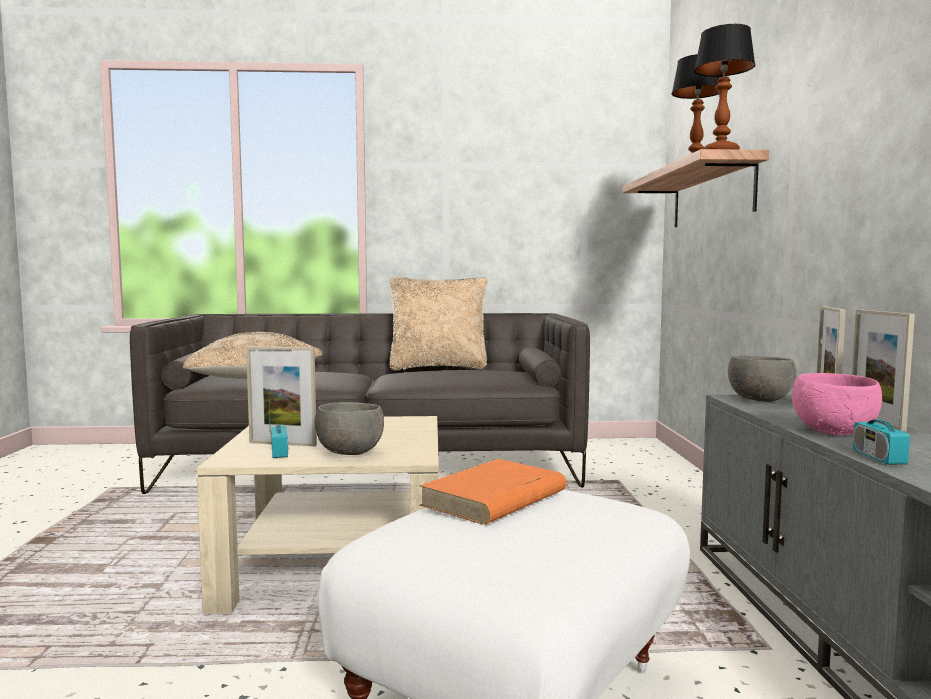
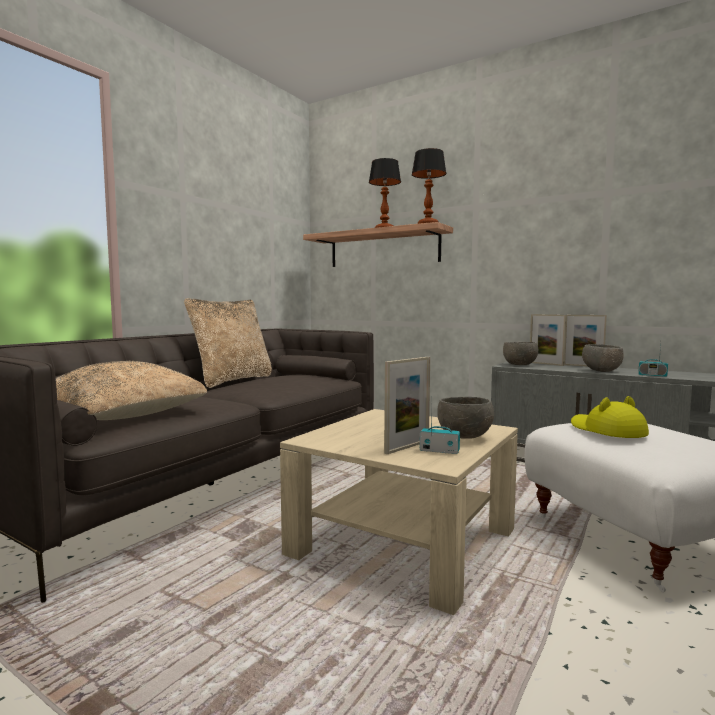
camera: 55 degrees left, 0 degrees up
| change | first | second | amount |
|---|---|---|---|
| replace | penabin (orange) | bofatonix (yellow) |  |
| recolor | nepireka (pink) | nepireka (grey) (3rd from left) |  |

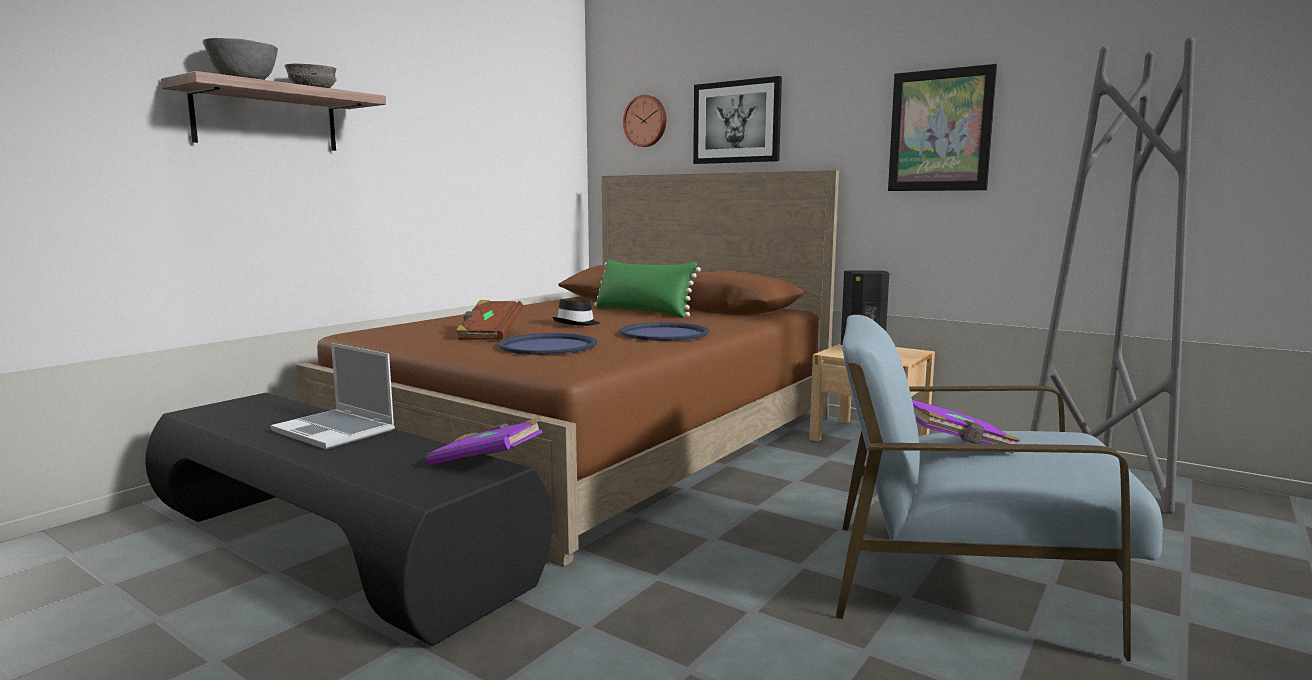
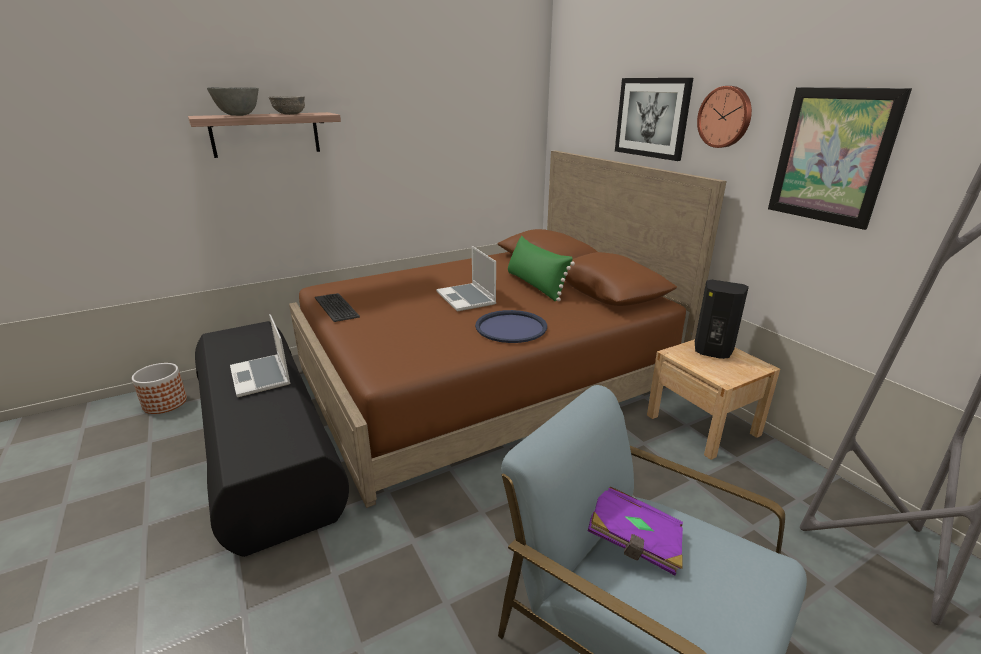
camera: 25 degrees right, 15 degrees up
| change | first | second | amount |
|---|---|---|---|
| insert |  | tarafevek |  |
| insert |  | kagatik |  |
| replace | bofatonix (black) | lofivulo (2nd from left) |  |
| move | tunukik |  |  |
| delete | penabin (purple) (1st from left) |  |  |
| delete | penabin (brown) |  |  |
| delete | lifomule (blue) (1st from left) |  |  |

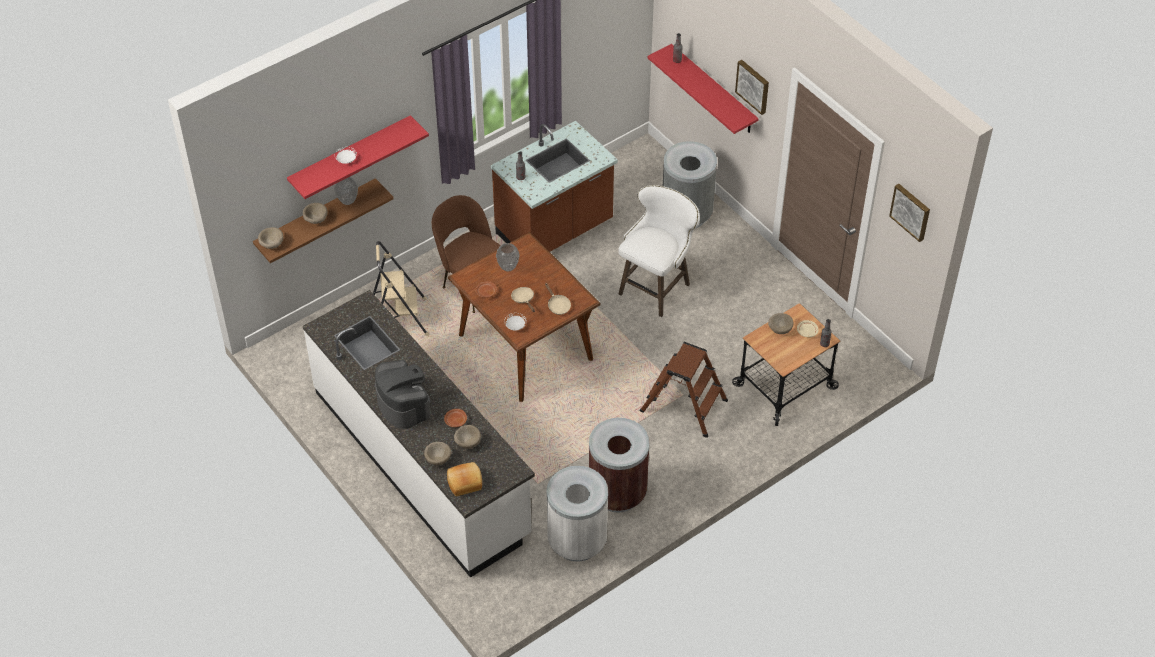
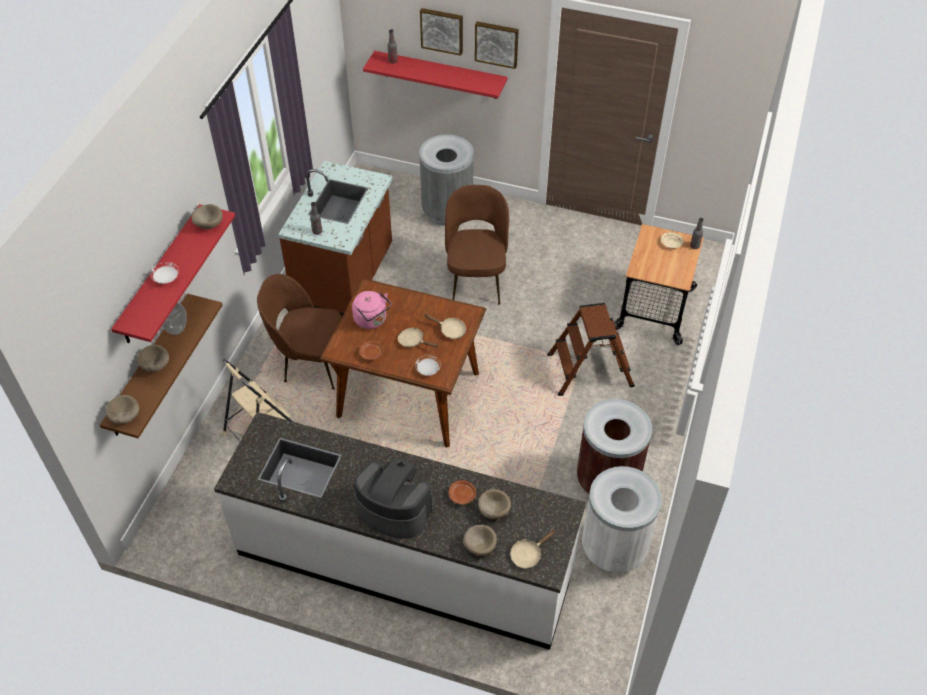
camera: 35 degrees left, 0 degrees up
| change | first | second | amount |
|---|---|---|---|
| move | nepireka (beige) (5th from left in the first image) | nepireka (beige) (3rd from left) |  |
| replace | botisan (2nd from left) | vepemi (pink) |  |
| move | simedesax (2nd from left in the first image) | simedesax (1st from left) |  |
| replace | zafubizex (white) | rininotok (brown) (2nd from left) |  |
| replace | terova | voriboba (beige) (3rd from left) |  |

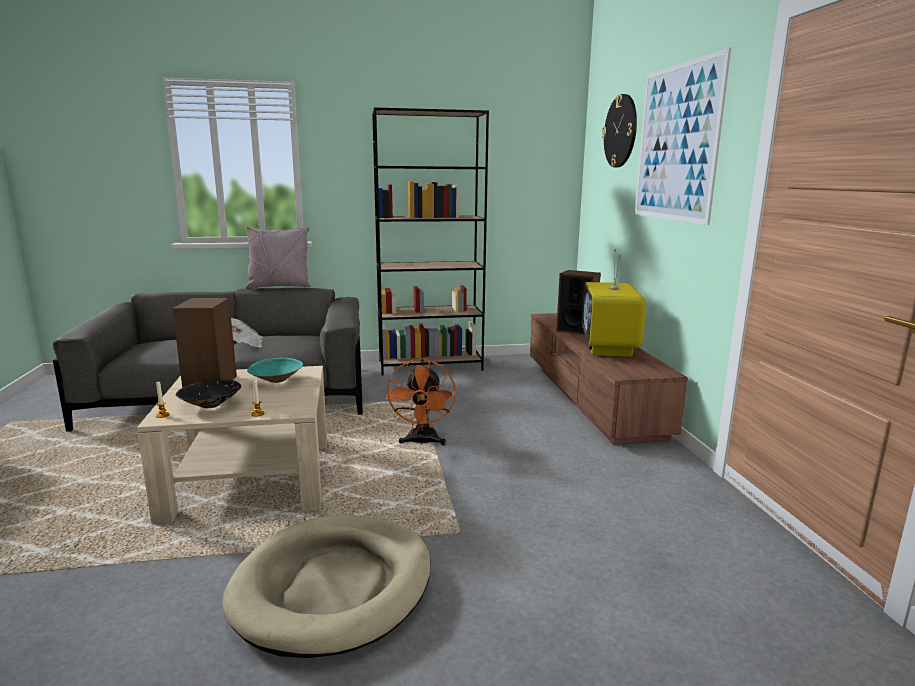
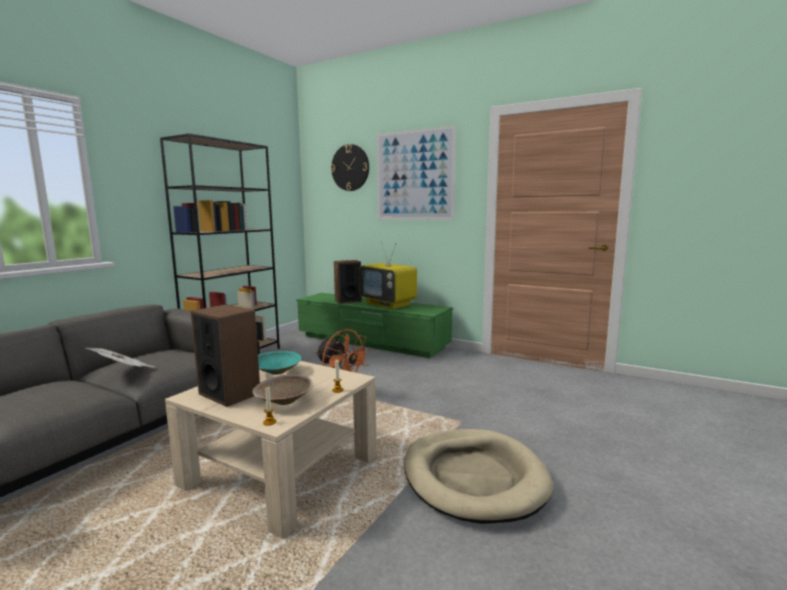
camera: 50 degrees left, 5 degrees down
| change | first | second | amount |
|---|---|---|---|
| recolor | nepireka (black) | nepireka (beige) |  |
| recolor | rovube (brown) | rovube (green) |  |
| delete | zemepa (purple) |  |  |

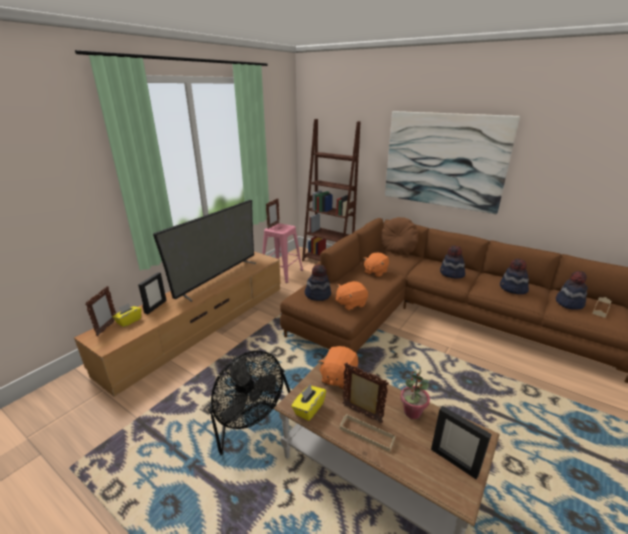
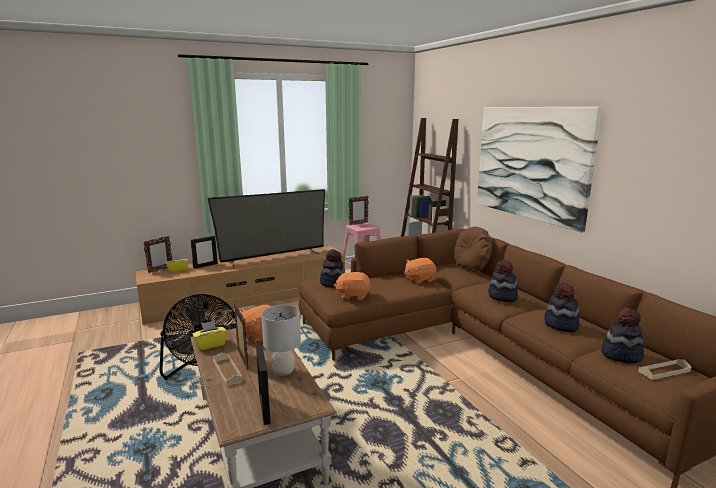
camera: 30 degrees right, 10 degrees down
| change | first | second | amount |
|---|---|---|---|
| replace | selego | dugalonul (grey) |  |

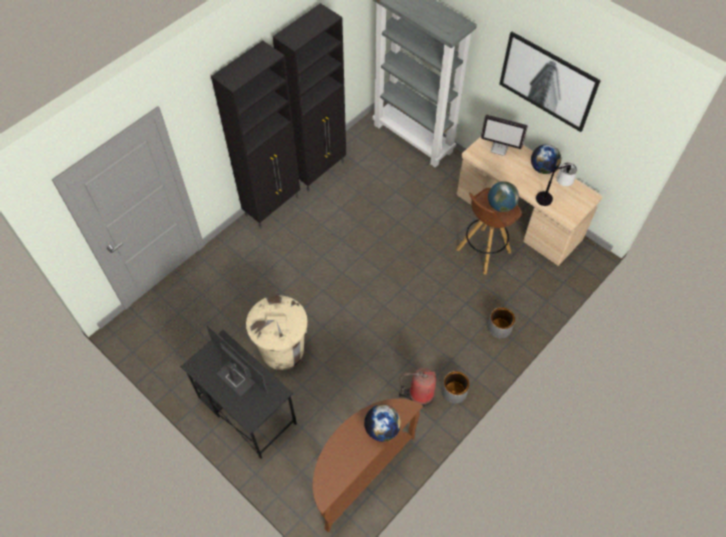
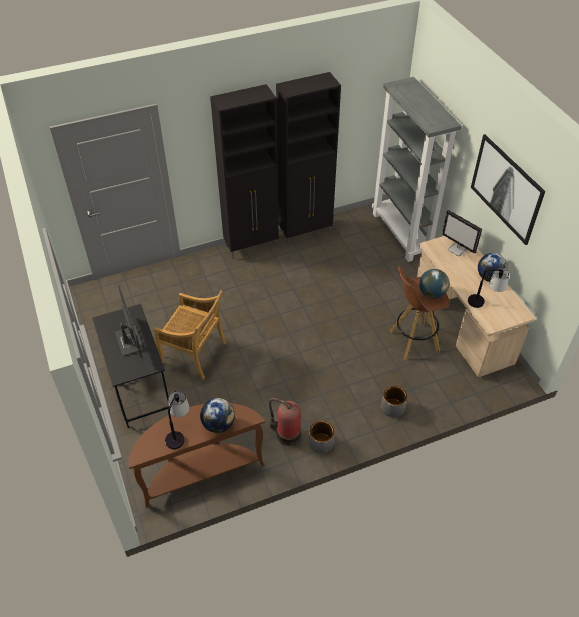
camera: 25 degrees right, 10 degrees down
| change | first | second | amount |
|---|---|---|---|
| replace | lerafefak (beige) | rininotok (beige) |  |
| insert |  | dugalonul (1st from left) |  |

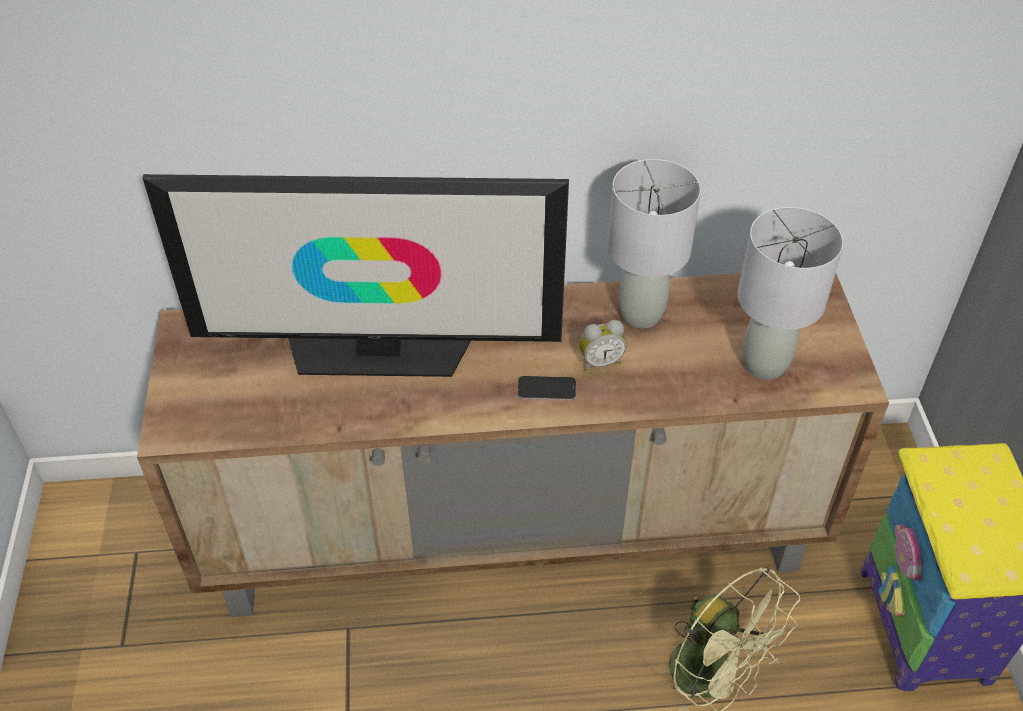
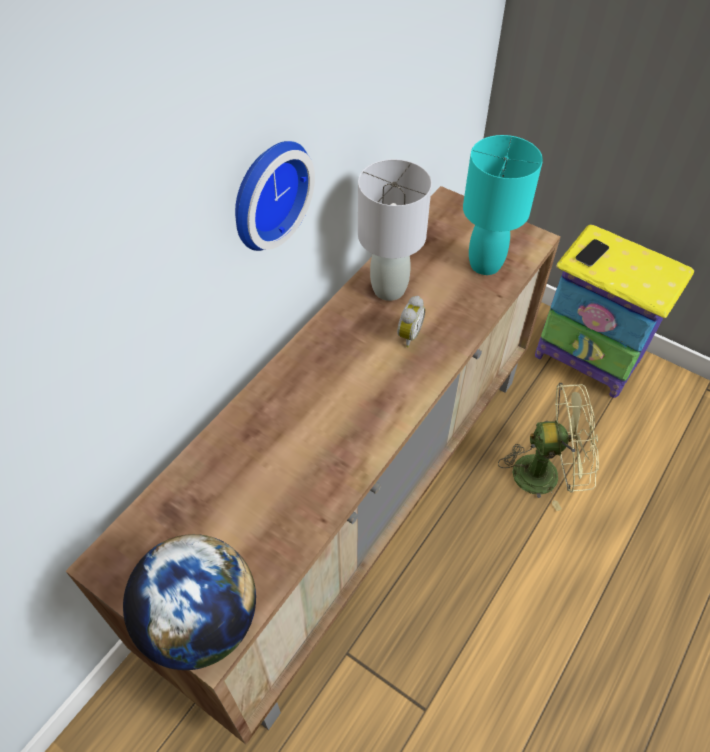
camera: 50 degrees left, 5 degrees up
| change | first | second | amount |
|---|---|---|---|
| insert |  | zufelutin |  |
| insert |  | tunukik |  |
| recolor | dugalonul (grey) (2nd from left) | dugalonul (turquoise) |  |
| move | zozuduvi |  |  |
| delete | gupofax |  |  |

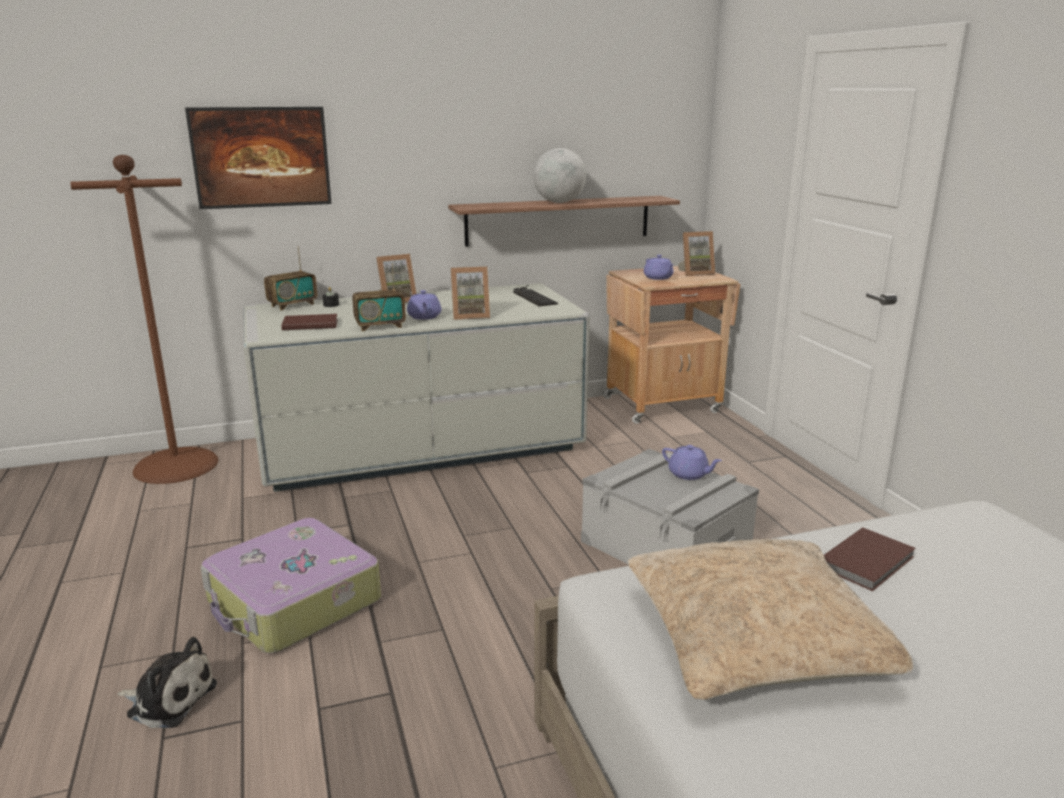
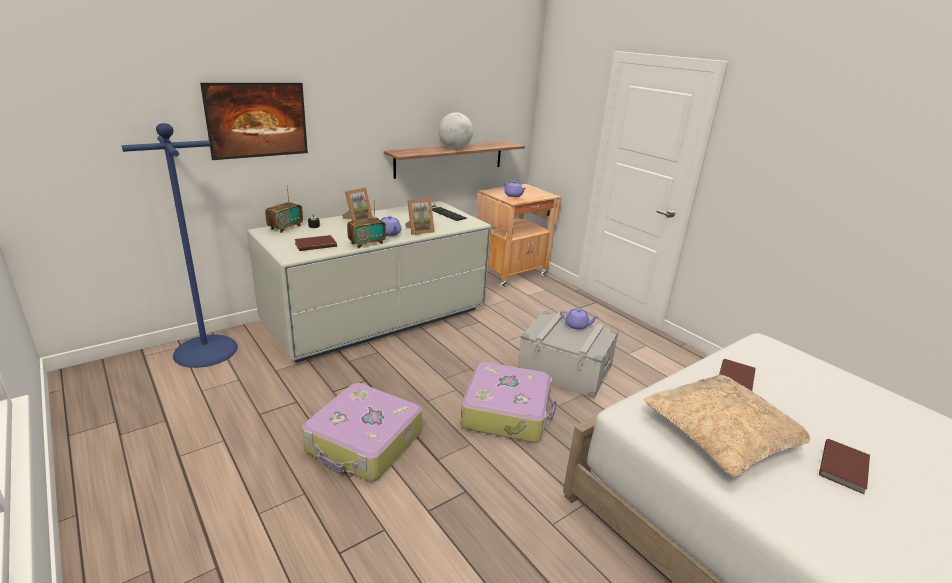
camera: 20 degrees left, 5 degrees up
| change | first | second | amount |
|---|---|---|---|
| recolor | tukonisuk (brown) | tukonisuk (blue) |  |
| insert |  | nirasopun (2nd from left) |  |
| insert |  | penabin (brown) (3rd from left) |  |
| delete | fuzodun |  |  |
| delete | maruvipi (3rd from left) |  |  |

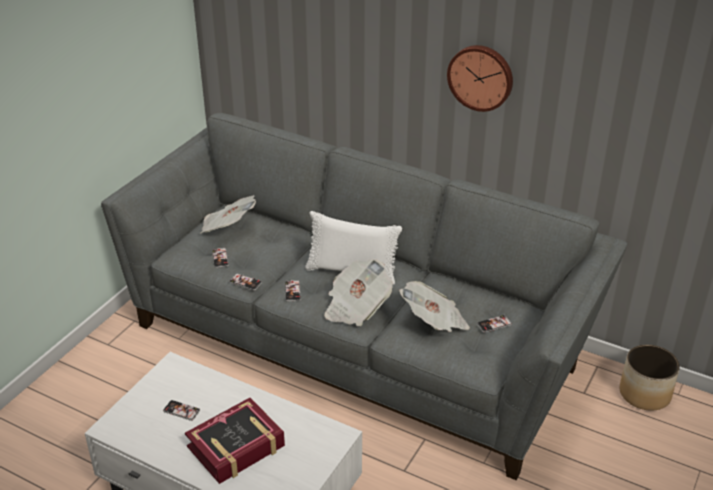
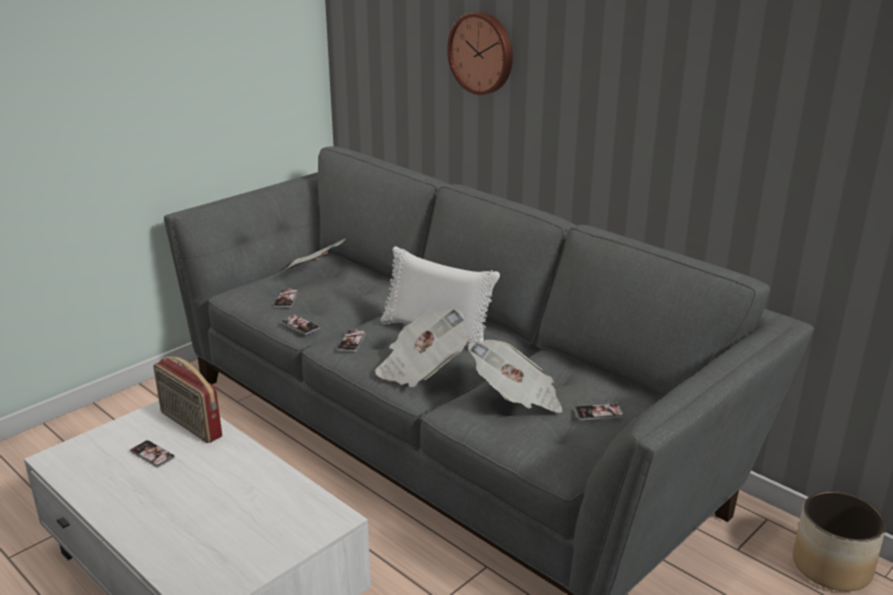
camera: 15 degrees right, 10 degrees down
| change | first | second | amount |
|---|---|---|---|
| insert |  | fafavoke |  |
| move | tunukik |  |  |
| delete | penabin |  |  |

